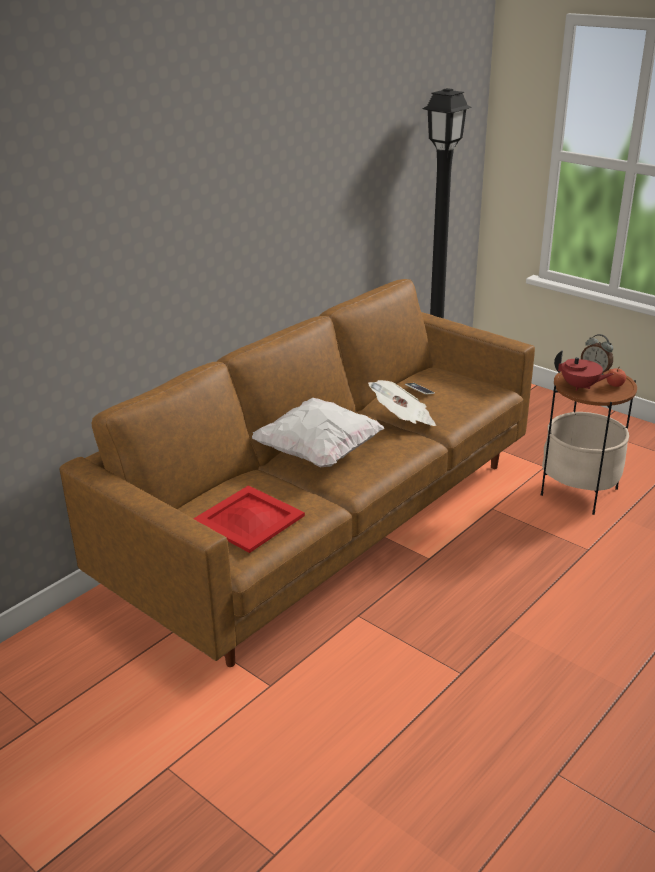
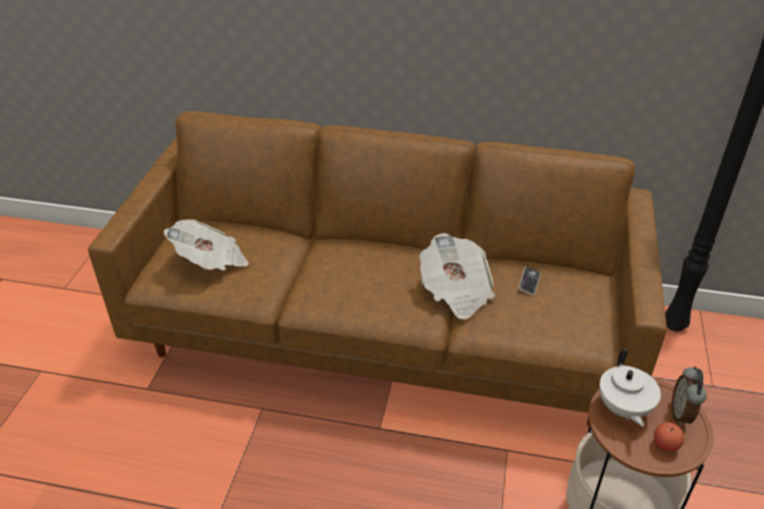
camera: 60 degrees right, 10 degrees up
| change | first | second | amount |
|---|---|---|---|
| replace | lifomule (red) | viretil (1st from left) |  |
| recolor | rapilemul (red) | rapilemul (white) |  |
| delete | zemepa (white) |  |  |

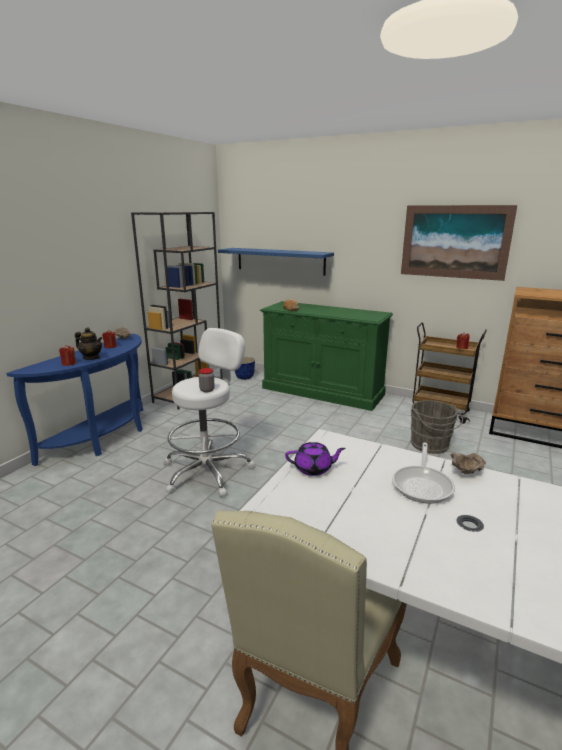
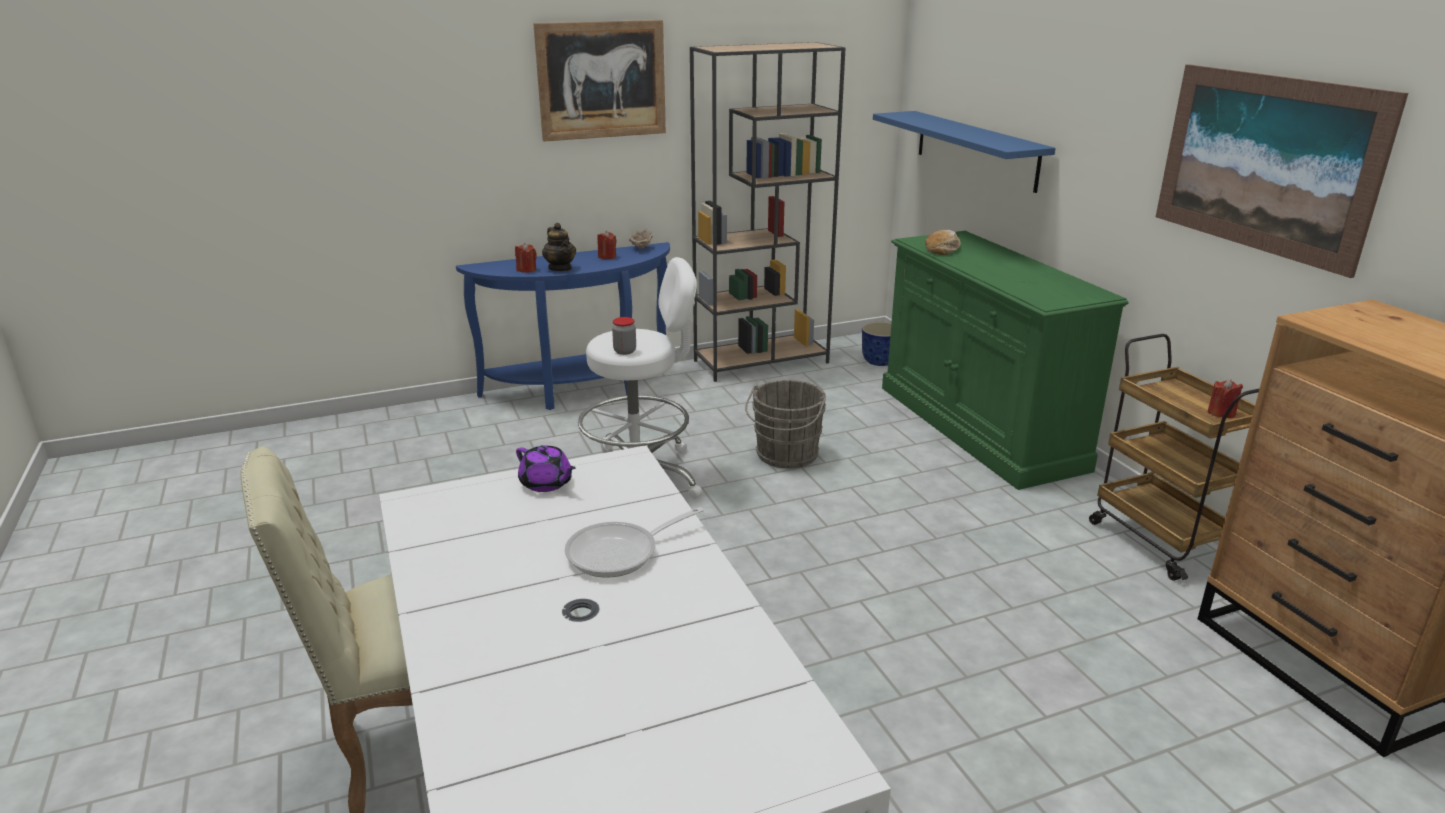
camera: 40 degrees right, 5 degrees up
| change | first | second | amount |
|---|---|---|---|
| insert |  | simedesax (1st from left) |  |
| move | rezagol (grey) |  |  |
| delete | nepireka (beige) (2nd from left) |  |  |

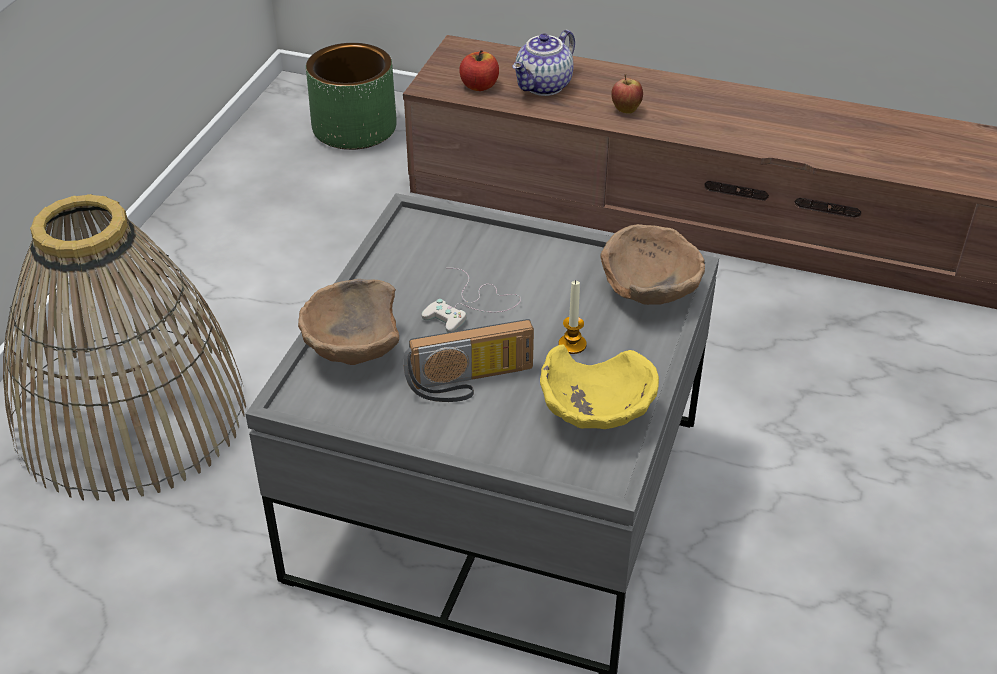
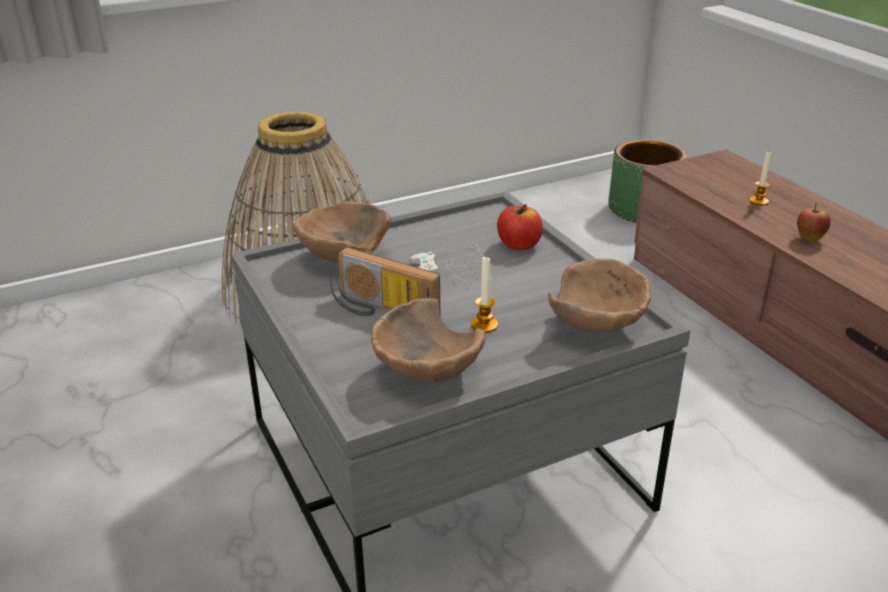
camera: 45 degrees right, 10 degrees down
| change | first | second | amount |
|---|---|---|---|
| recolor | nepireka (yellow) | nepireka (brown) (2nd from left) |  |
| move | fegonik (1st from left) |  |  |
| replace | rapilemul | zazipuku (2nd from left) |  |

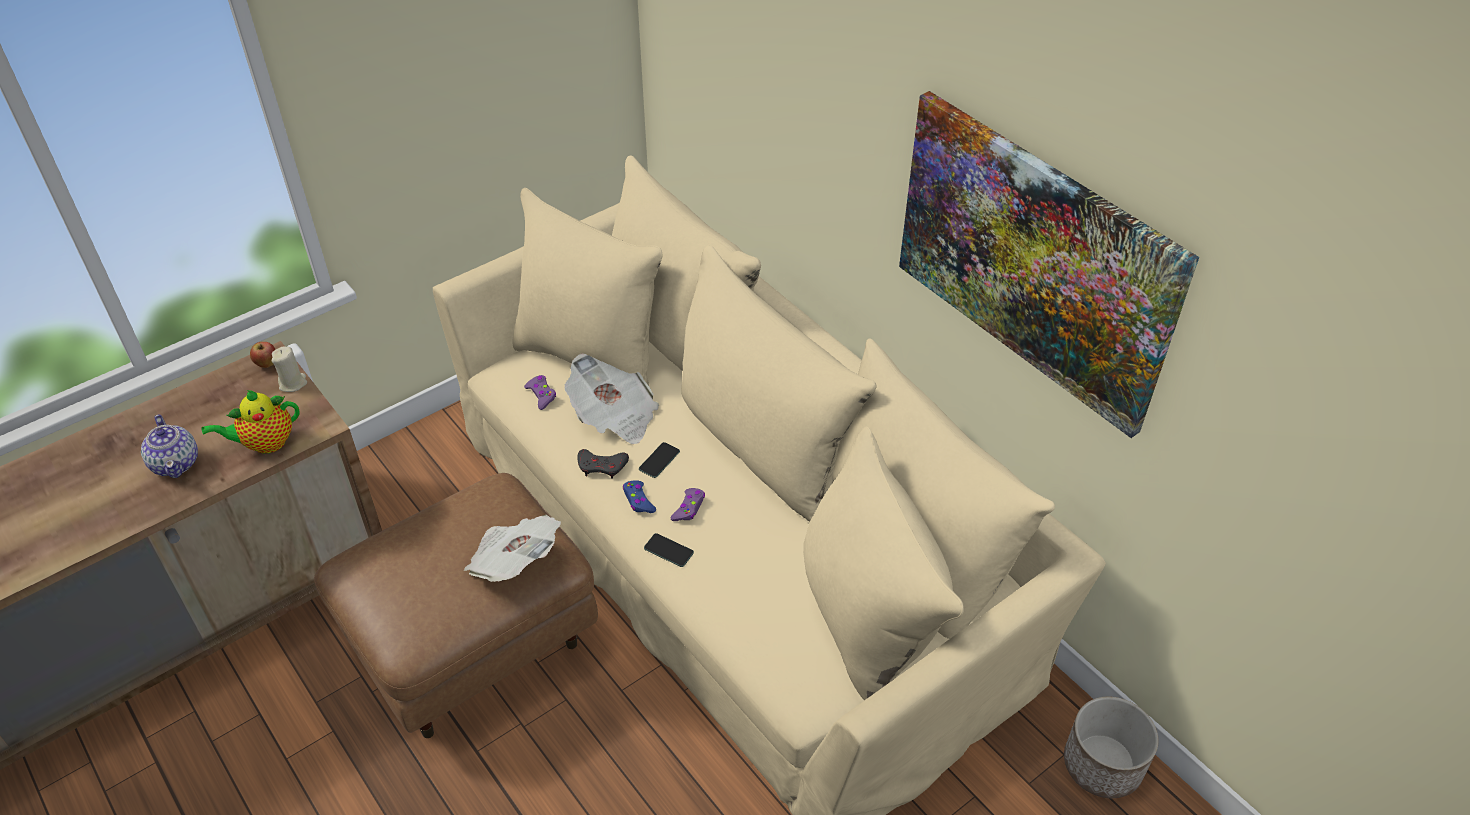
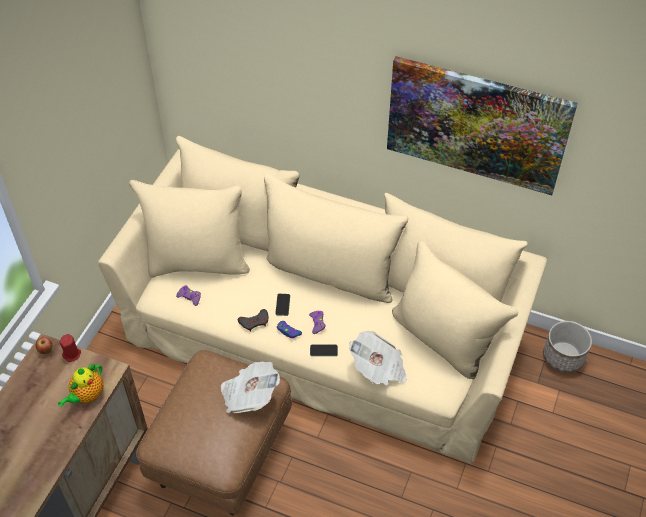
camera: 30 degrees left, 5 degrees up
| change | first | second | amount |
|---|---|---|---|
| recolor | zazipuku (beige) | zazipuku (red) |  |
| move | viretil (2nd from left) |  |  |
| delete | rapilemul (1st from left) |  |  |

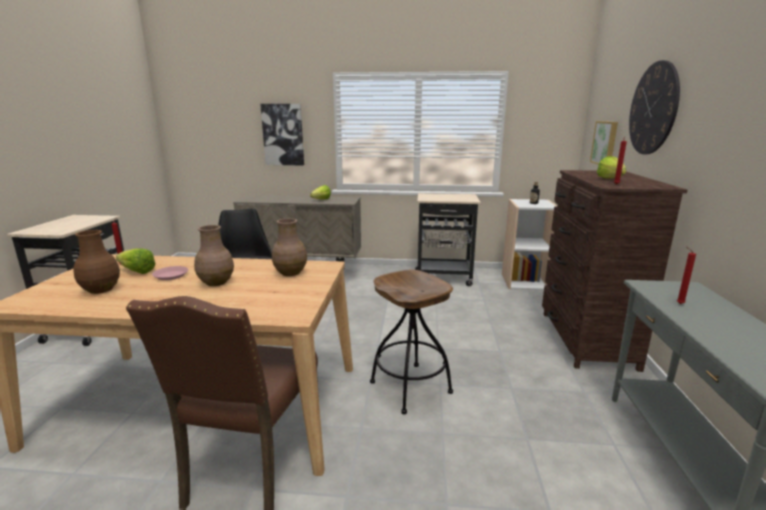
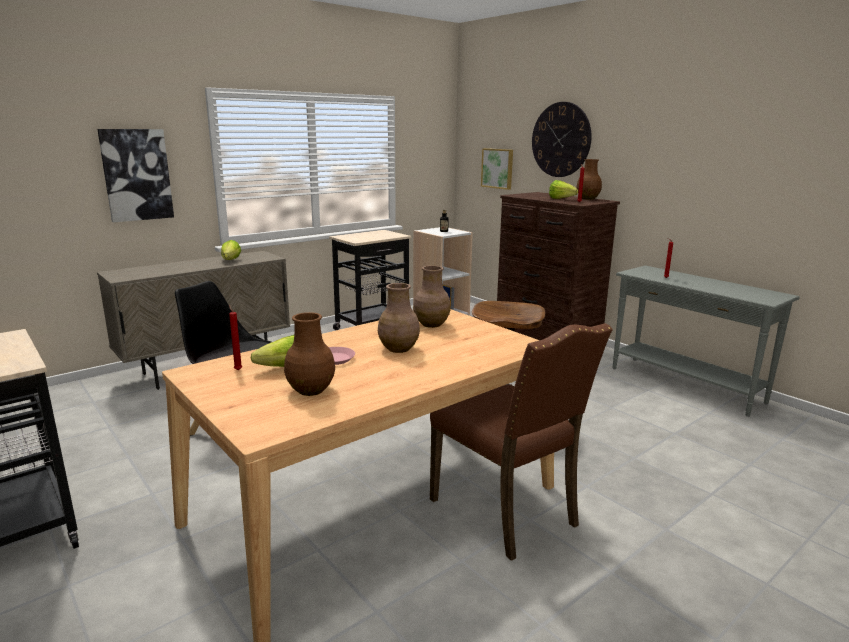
camera: 45 degrees left, 0 degrees up
| change | first | second | amount |
|---|---|---|---|
| insert |  | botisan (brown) (4th from left) |  |

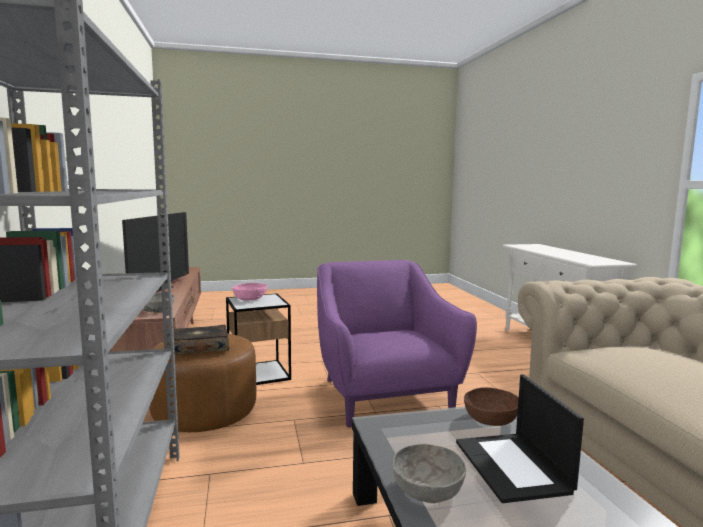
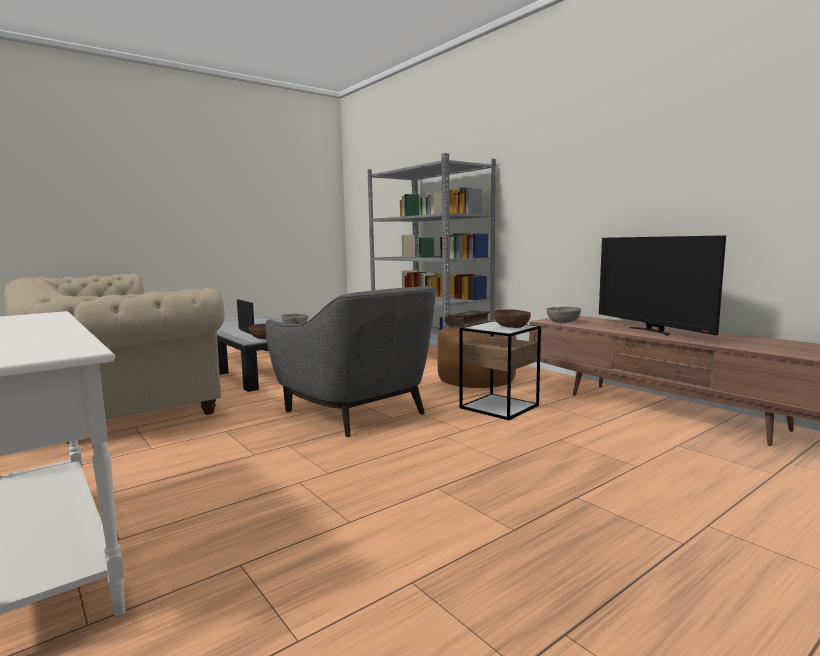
camera: 155 degrees right, 0 degrees up
| change | first | second | amount |
|---|---|---|---|
| recolor | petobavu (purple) | petobavu (grey) |  |
| recolor | nepireka (pink) | nepireka (brown) (2nd from left) |  |

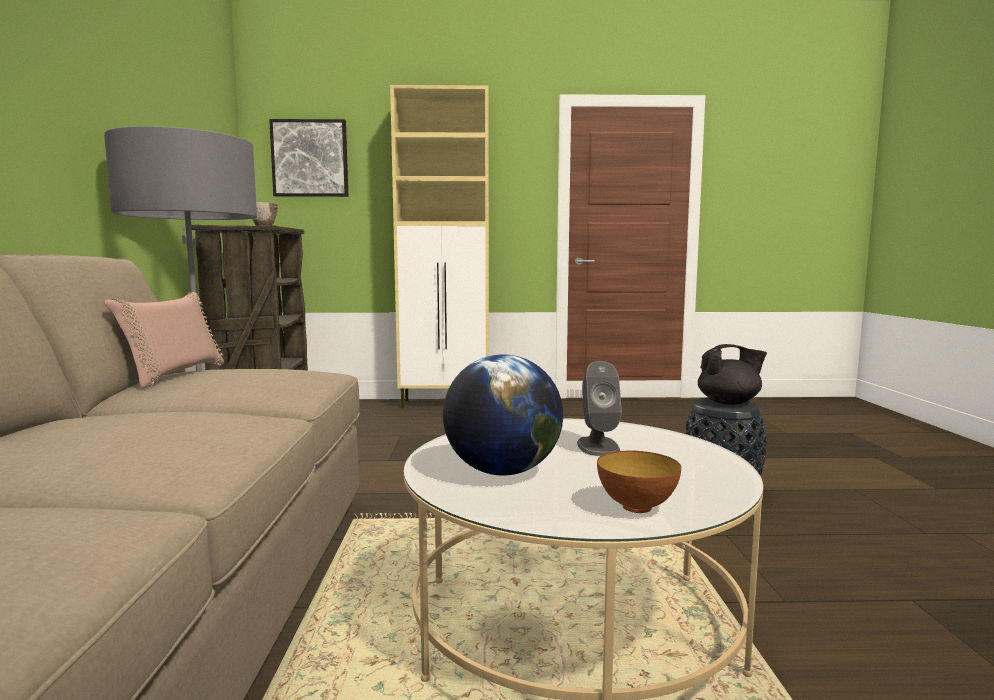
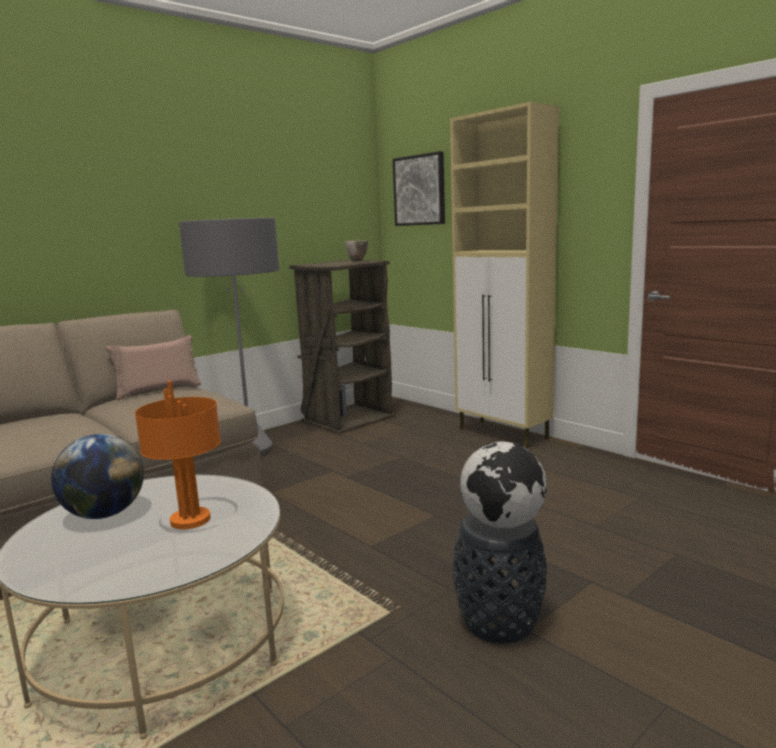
camera: 50 degrees right, 5 degrees up
| change | first | second | amount |
|---|---|---|---|
| replace | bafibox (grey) | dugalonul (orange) |  |
| replace | rapilemul (black) | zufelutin (2nd from left) |  |
| delete | nepireka (2nd from left) |  |  |

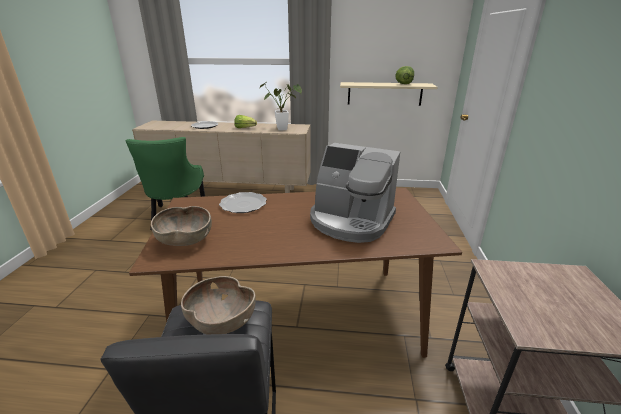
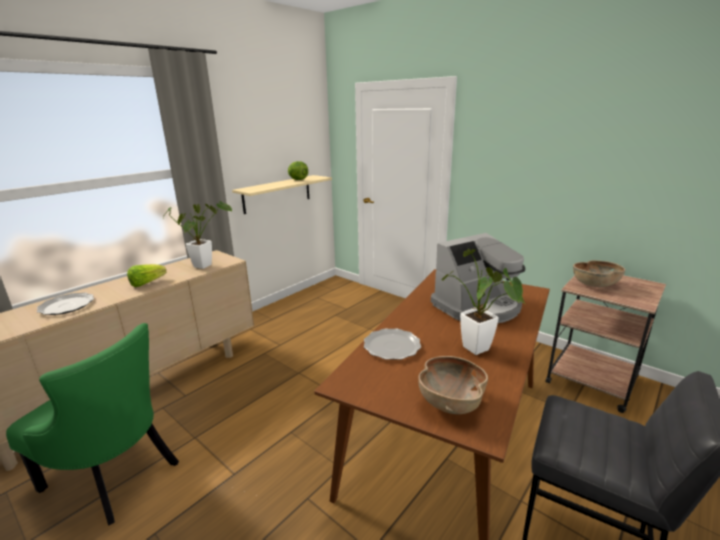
camera: 55 degrees left, 5 degrees down
| change | first | second | amount |
|---|---|---|---|
| insert |  | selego (2nd from left) |  |
| move | nepireka (brown) (2nd from left) |  |  |

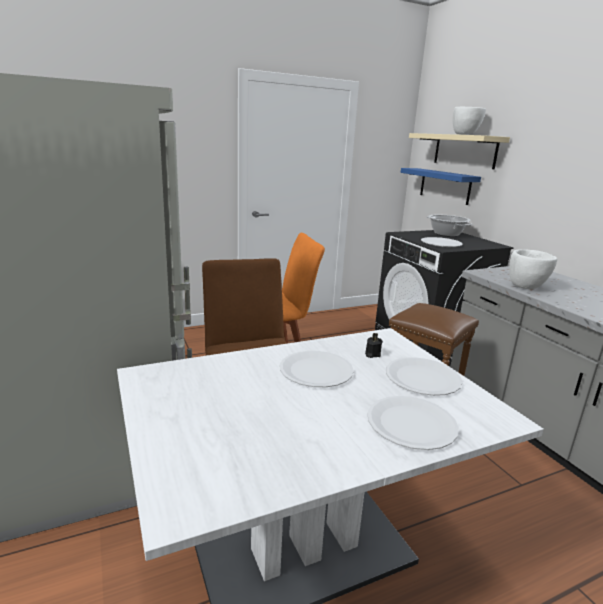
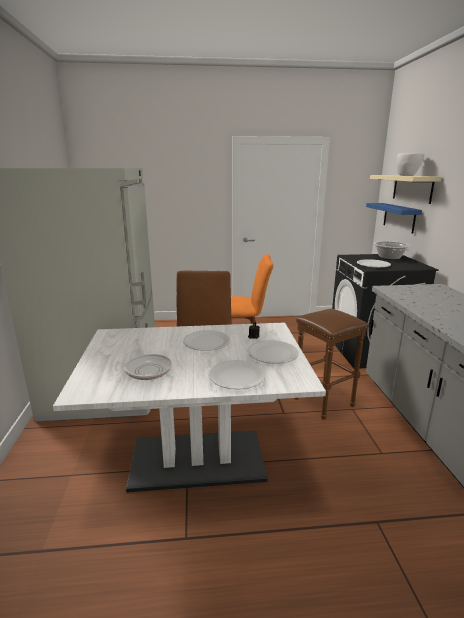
camera: 20 degrees right, 0 degrees up
| change | first | second | amount |
|---|---|---|---|
| insert |  | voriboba |  |
| delete | nepireka (white) (2nd from left) |  |  |

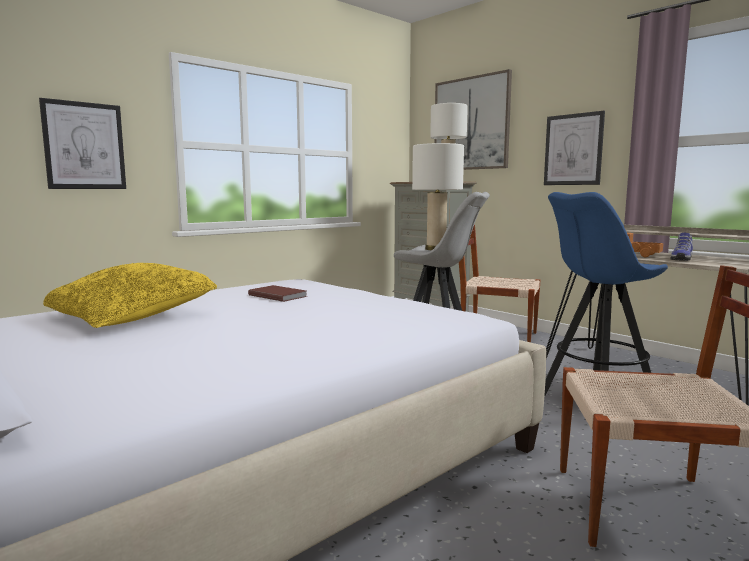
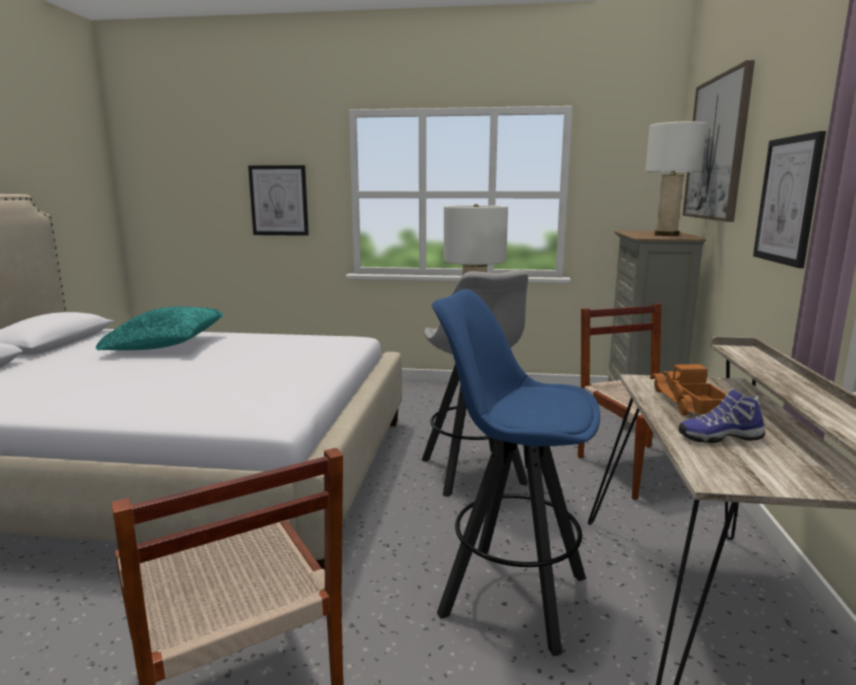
camera: 50 degrees right, 5 degrees up
| change | first | second | amount |
|---|---|---|---|
| recolor | zemepa (yellow) | zemepa (turquoise) |  |
| delete | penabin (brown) |  |  |

